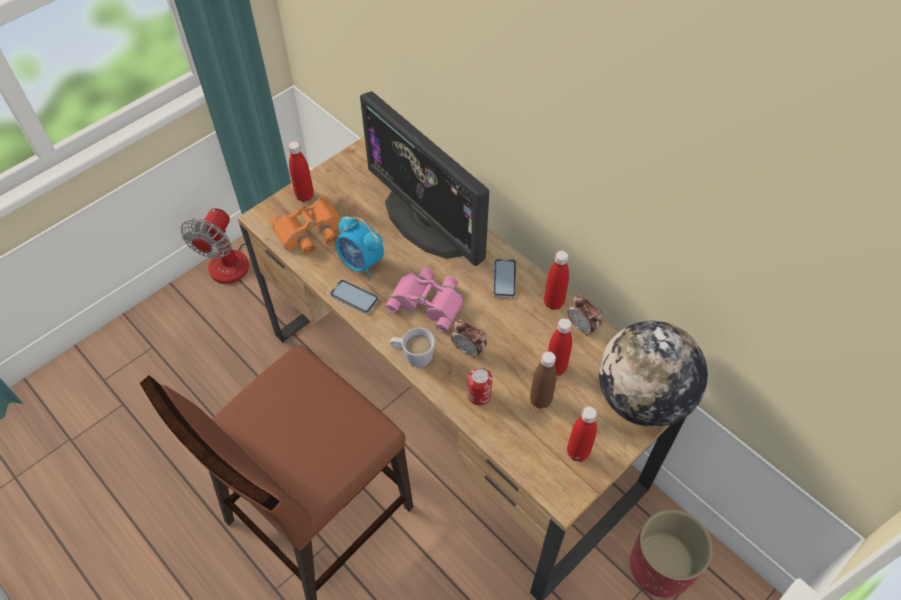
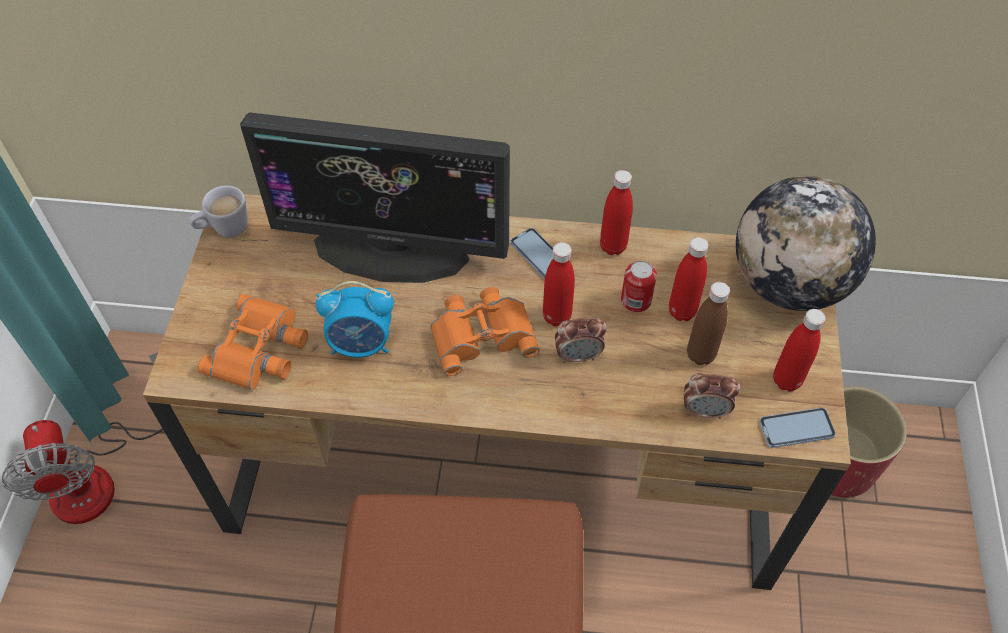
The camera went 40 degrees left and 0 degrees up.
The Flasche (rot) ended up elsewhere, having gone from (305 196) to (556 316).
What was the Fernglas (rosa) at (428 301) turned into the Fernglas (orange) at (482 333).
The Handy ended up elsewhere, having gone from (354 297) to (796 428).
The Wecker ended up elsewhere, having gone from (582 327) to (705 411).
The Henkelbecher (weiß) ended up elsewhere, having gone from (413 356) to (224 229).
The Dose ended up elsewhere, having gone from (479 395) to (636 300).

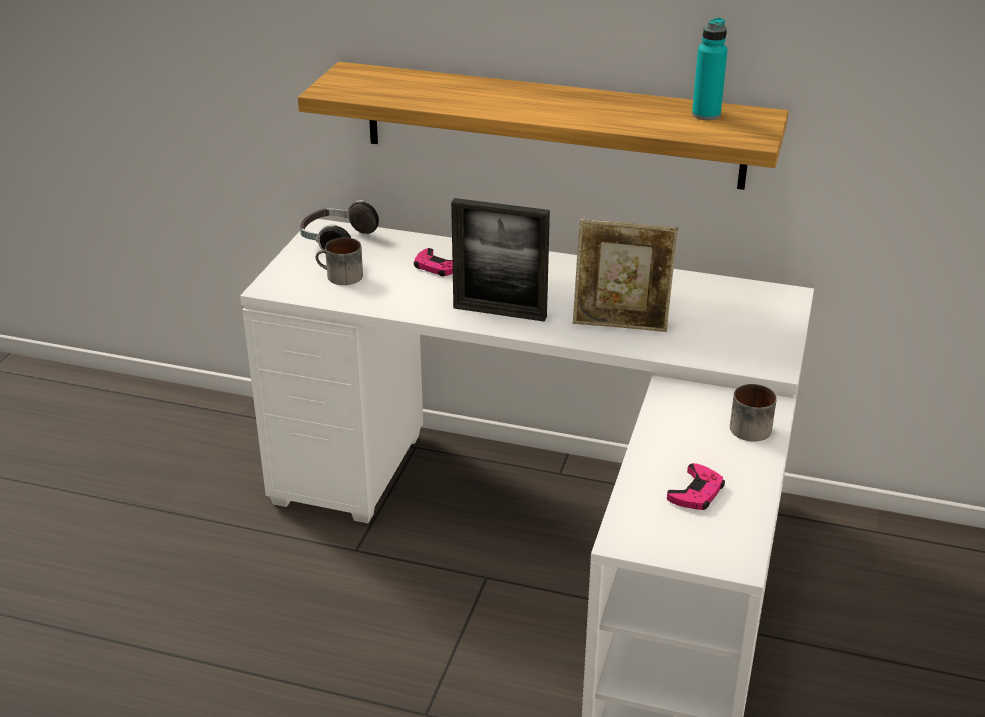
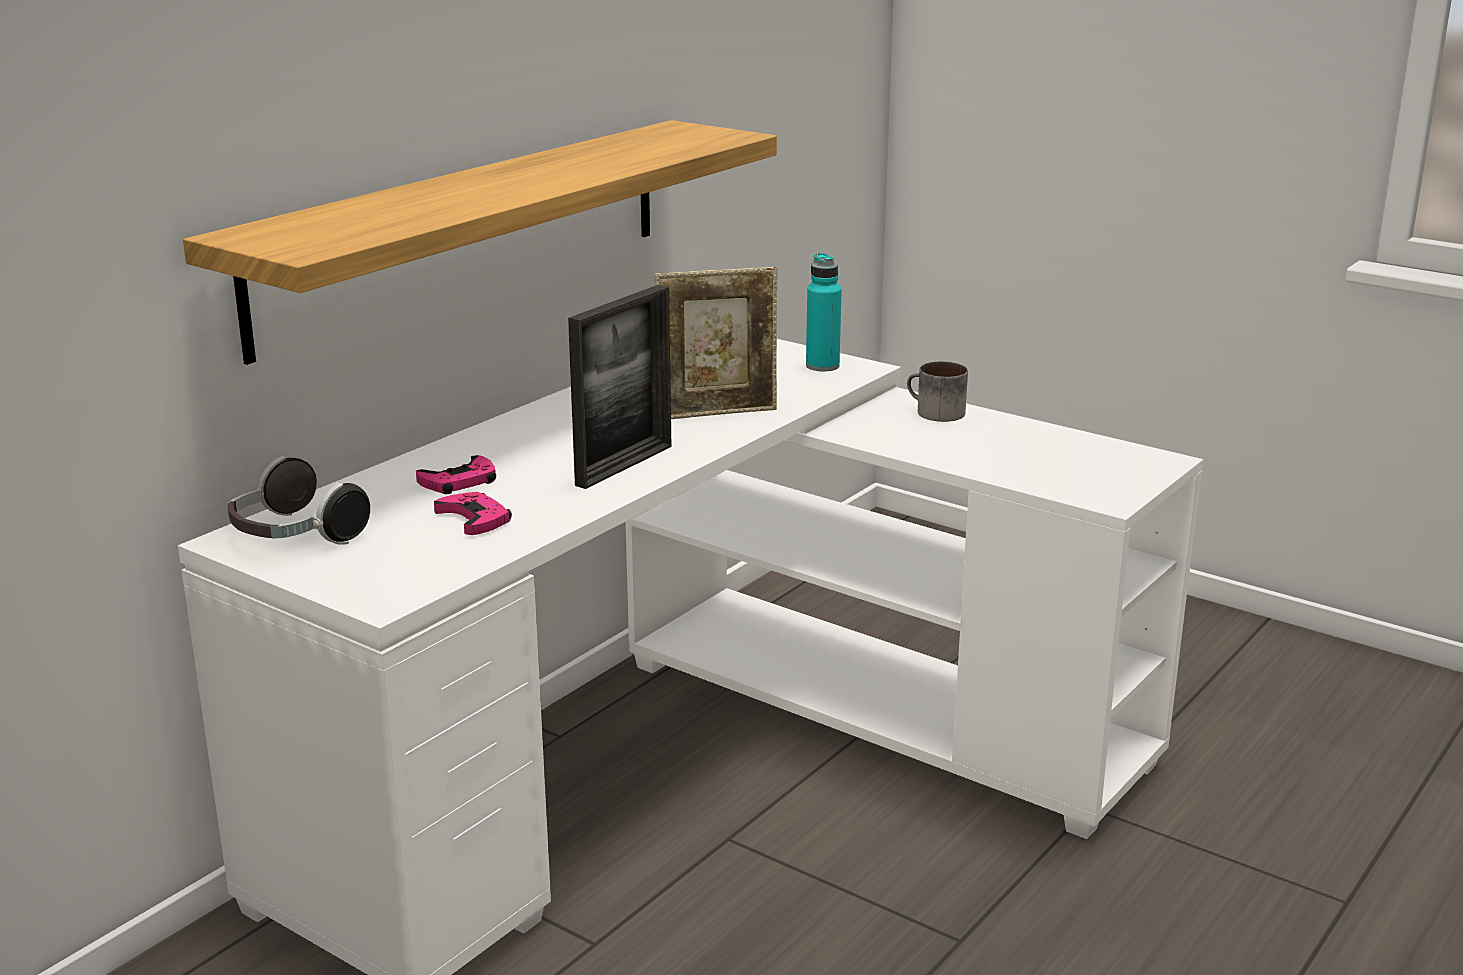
The camera went 70 degrees left and 10 degrees down.
The Flasche (türkis) ended up elsewhere, having gone from (706 115) to (822 366).
The Bilderrahmen at (621 325) ended up facing another way, 45 degrees clockwise from before.
The second view lost the Henkelbecher at (339 277).
The Gamepad (rosa) ended up elsewhere, having gone from (696 492) to (474 519).

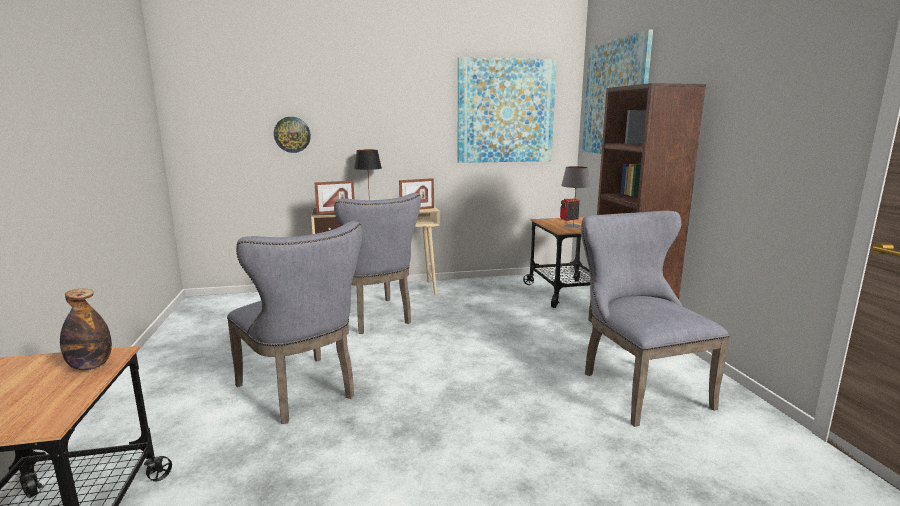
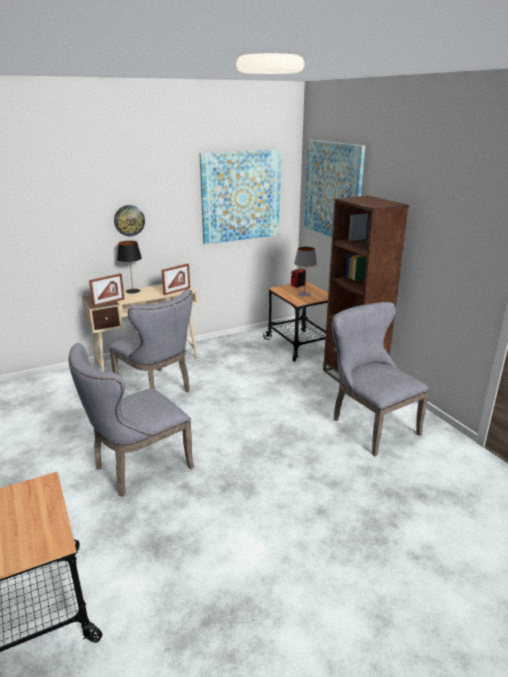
The camera went 15 degrees left and 10 degrees up.
The Wanduhr ended up elsewhere, having gone from (292 134) to (129 220).
The Stuhl (grau) at (302 392) ended up facing another way, 105 degrees clockwise from before.
The second view lost the Flasche at (90 366).

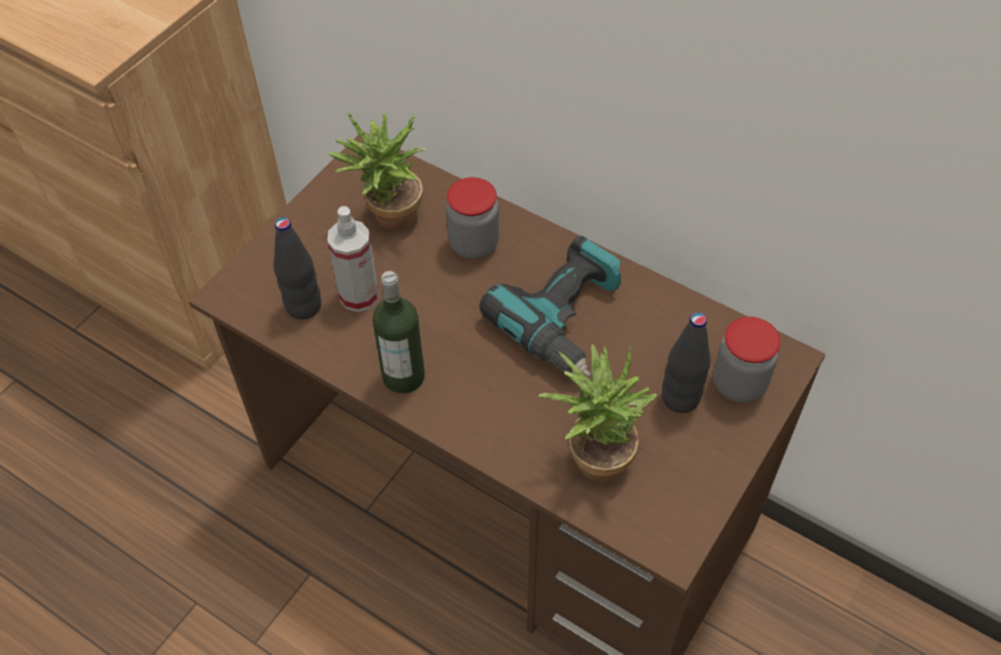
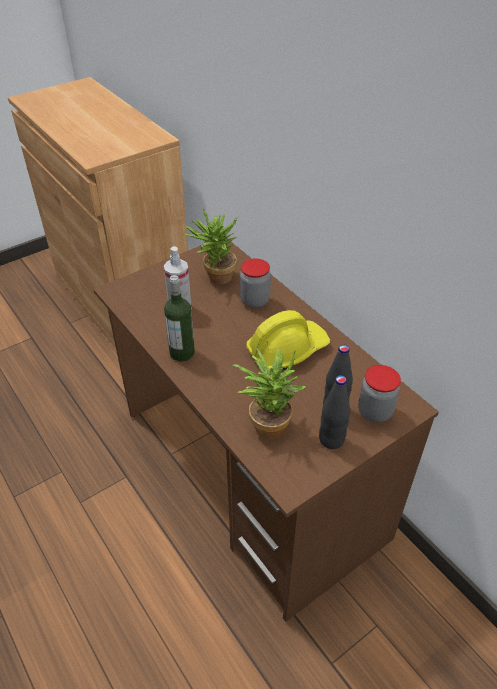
The camera went 20 degrees right and 10 degrees down.
The Flasche (schwarz) ended up elsewhere, having gone from (303 306) to (331 440).
Where the Bohrmaschine stood at (566 319), the Schutzhelm (gelb) came to stand at (287 350).

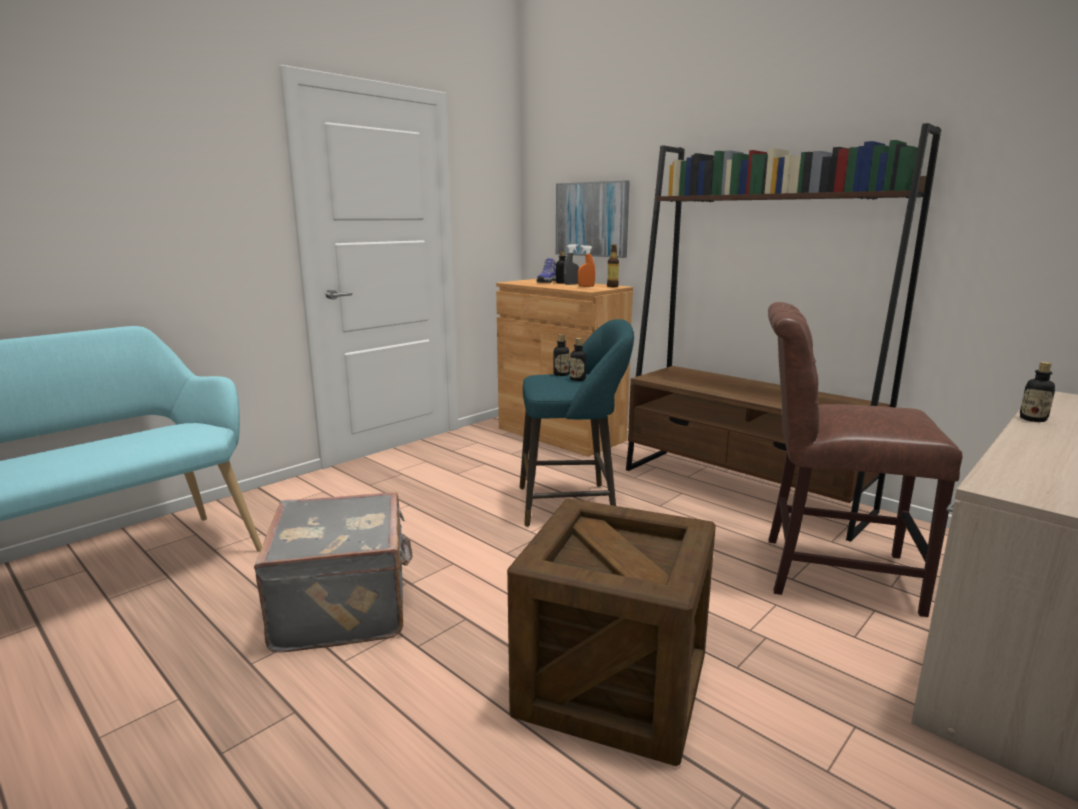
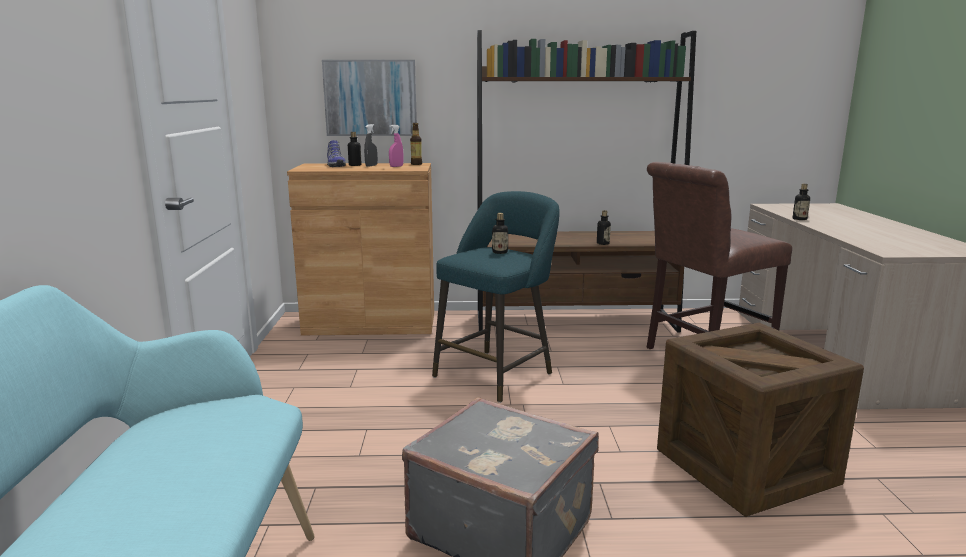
The camera went 45 degrees left and 0 degrees up.
What was the Sprühflasche (orange) at (586 286) turned into the Sprühflasche (rosa) at (396 166).
The Flasche ended up elsewhere, having gone from (561 374) to (603 243).

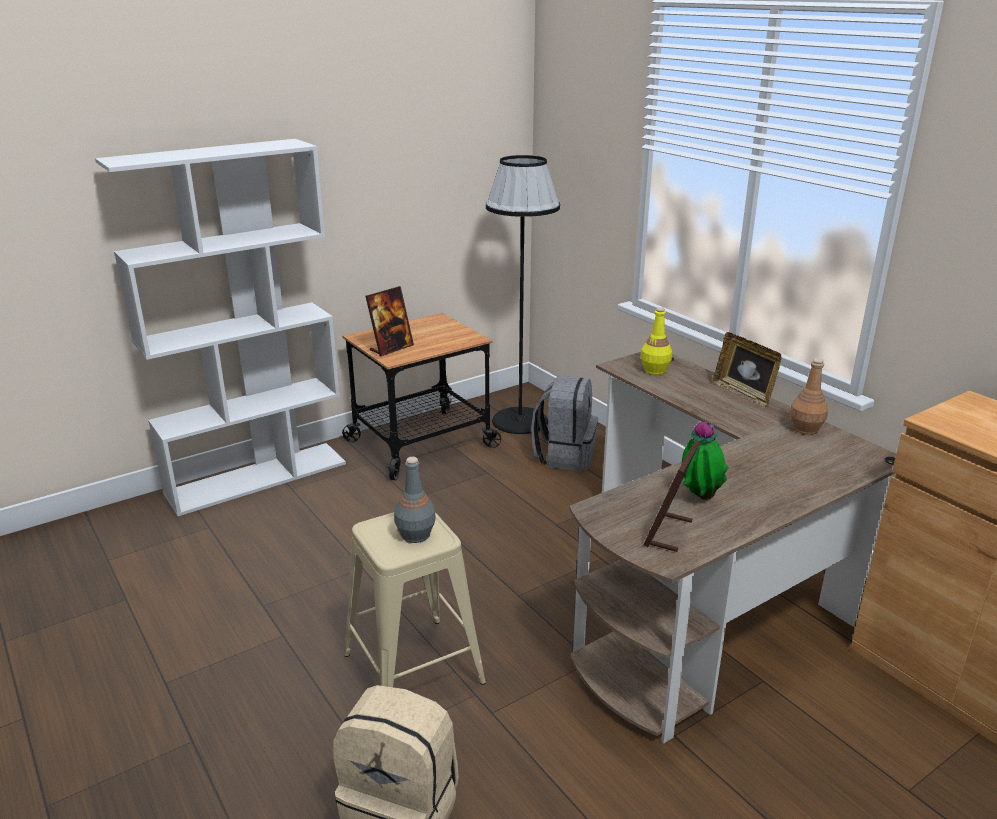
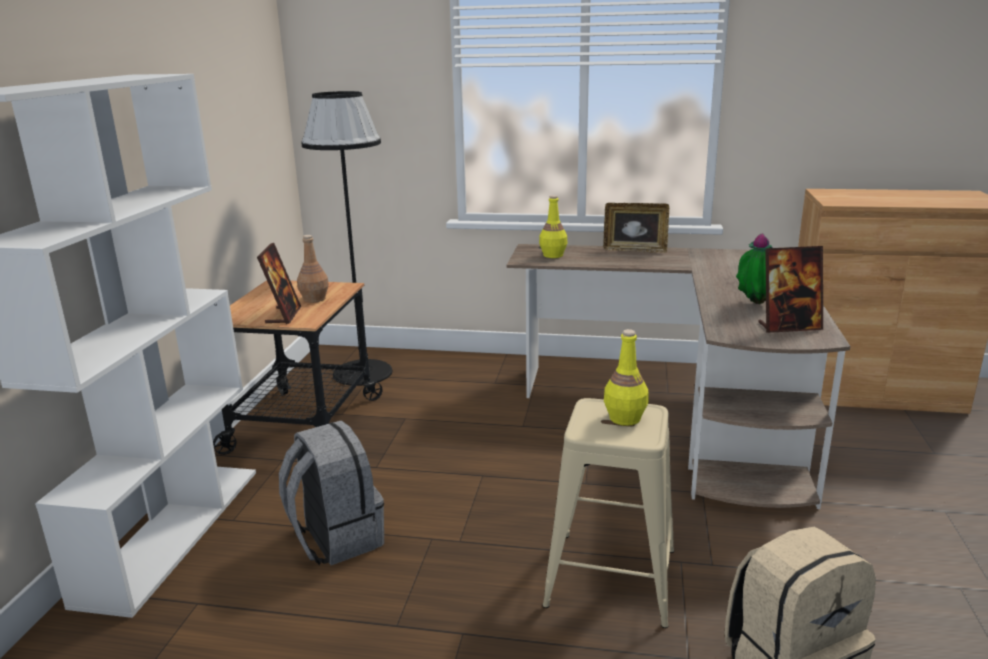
The camera went 45 degrees left and 5 degrees down.
The Flasche (braun) ended up elsewhere, having gone from (805 429) to (314 299).
The Rucksack (grau) ended up elsewhere, having gone from (565 455) to (335 538).
The Bilderrahmen at (668 533) ended up facing another way, 75 degrees counterclockwise from before.
What was the Flasche (grau) at (415 535) turned into the Flasche (gelb) at (624 418).

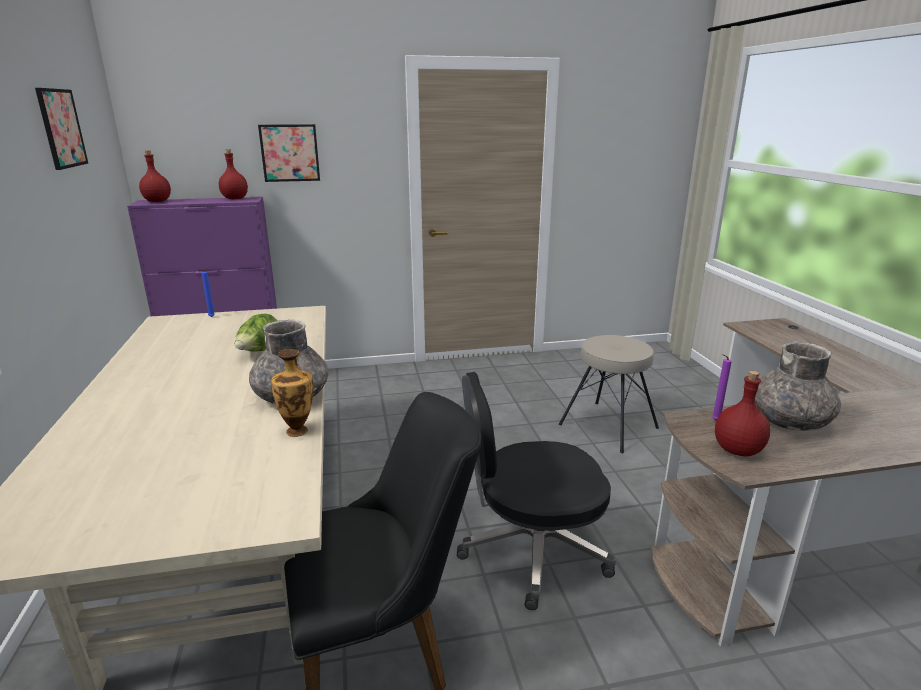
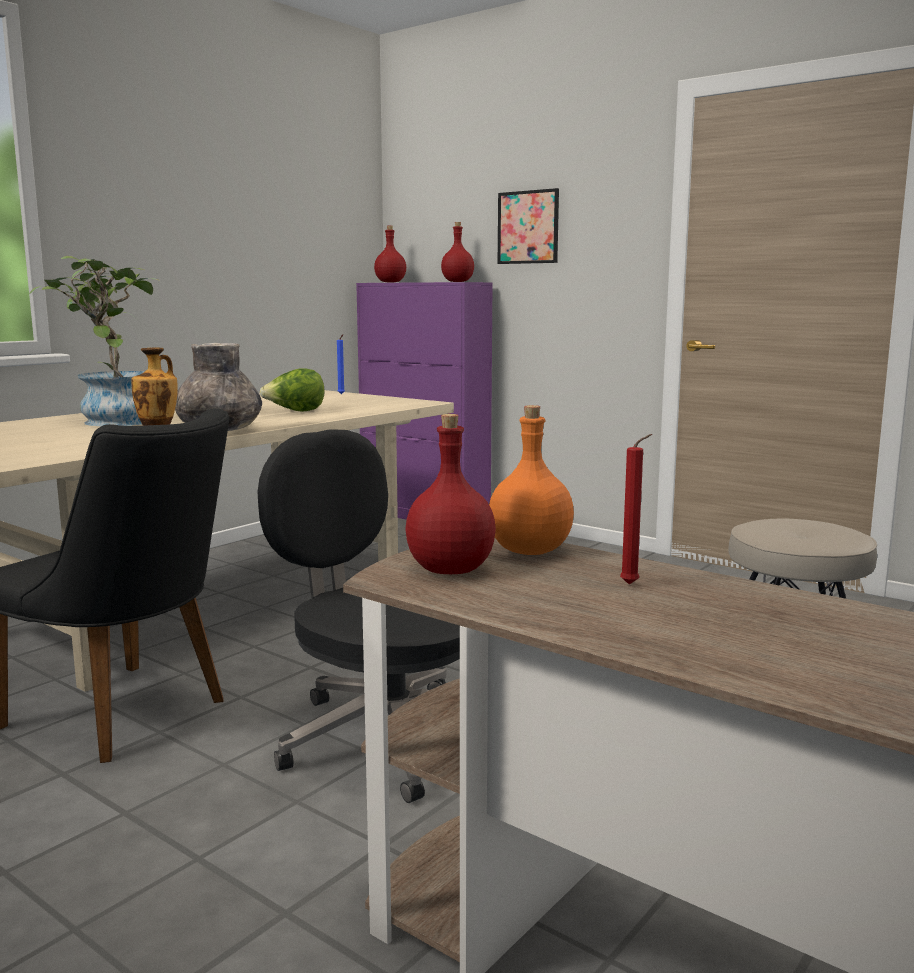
The camera went 50 degrees right and 10 degrees down.
The second view lost the Bild at (61 128).
Where the Vase (grau) stood at (789 422), the Kerze (rot) came to stand at (632 585).
Where the Kerze (lila) stood at (714 420), the Flasche (orange) came to stand at (529 551).
The second view gained the Topfpflanze at (111 420).

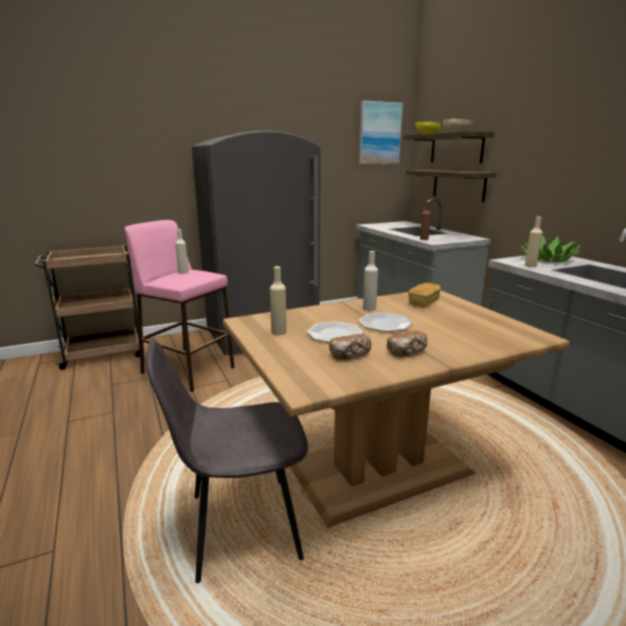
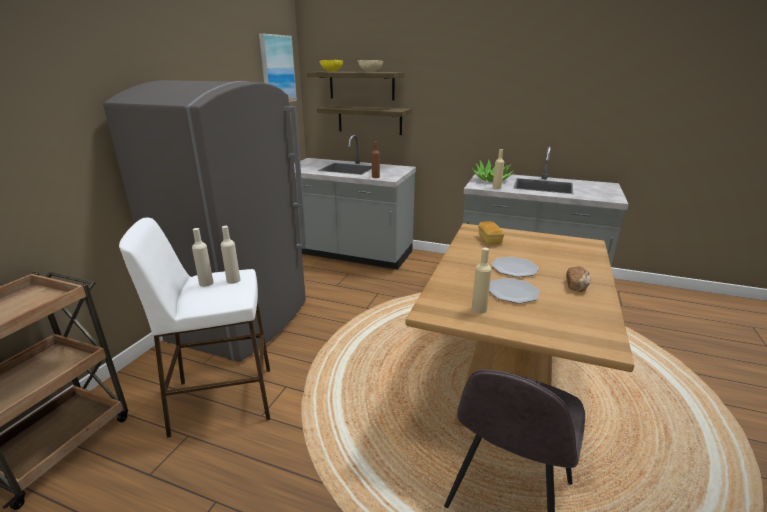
The camera went 45 degrees left and 5 degrees up.
What was the Hocker (rosa) at (187 370) turned into the Hocker (weiß) at (222 400).
The Flasche (beige) ended up elsewhere, having gone from (369 308) to (233 280).
The second view lost the Brot at (350 356).

